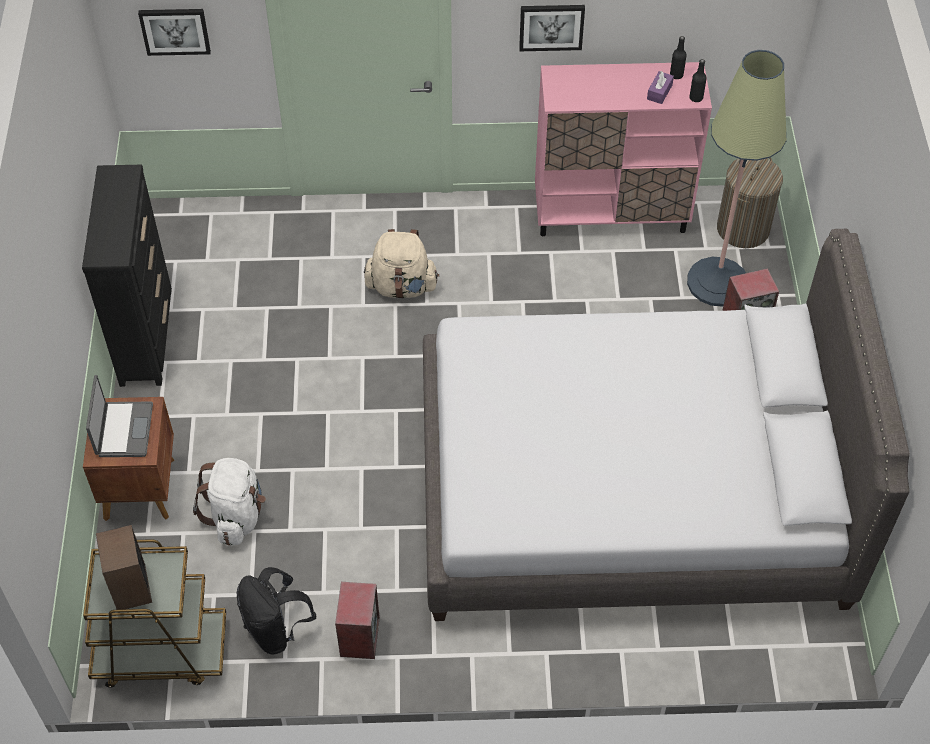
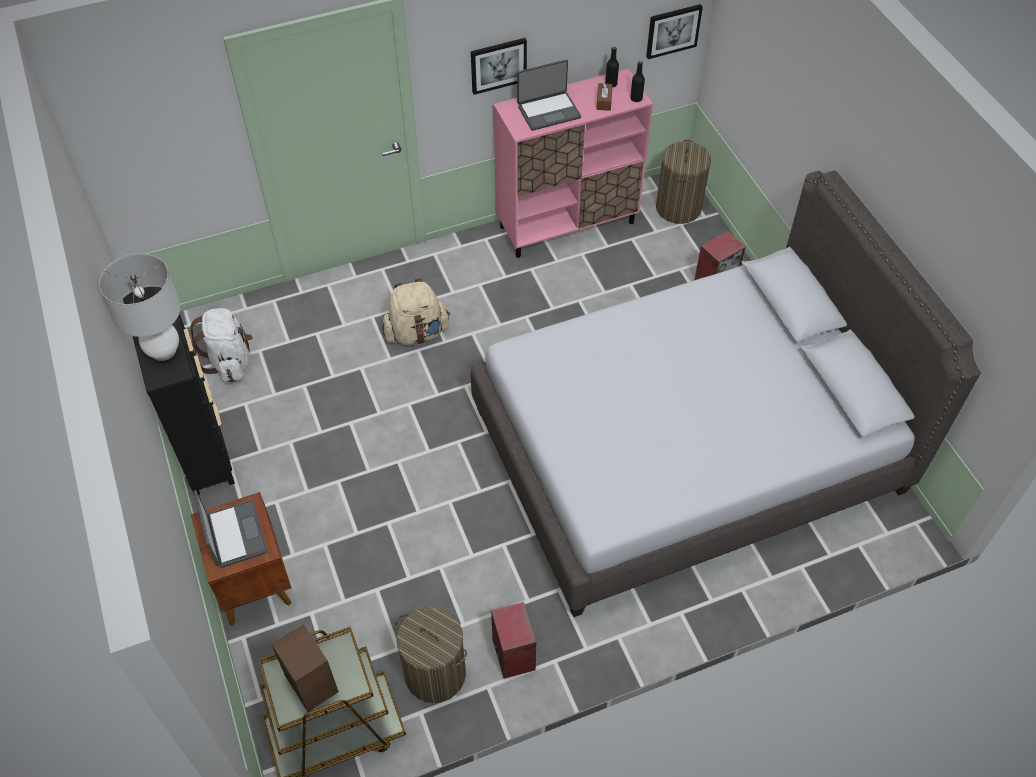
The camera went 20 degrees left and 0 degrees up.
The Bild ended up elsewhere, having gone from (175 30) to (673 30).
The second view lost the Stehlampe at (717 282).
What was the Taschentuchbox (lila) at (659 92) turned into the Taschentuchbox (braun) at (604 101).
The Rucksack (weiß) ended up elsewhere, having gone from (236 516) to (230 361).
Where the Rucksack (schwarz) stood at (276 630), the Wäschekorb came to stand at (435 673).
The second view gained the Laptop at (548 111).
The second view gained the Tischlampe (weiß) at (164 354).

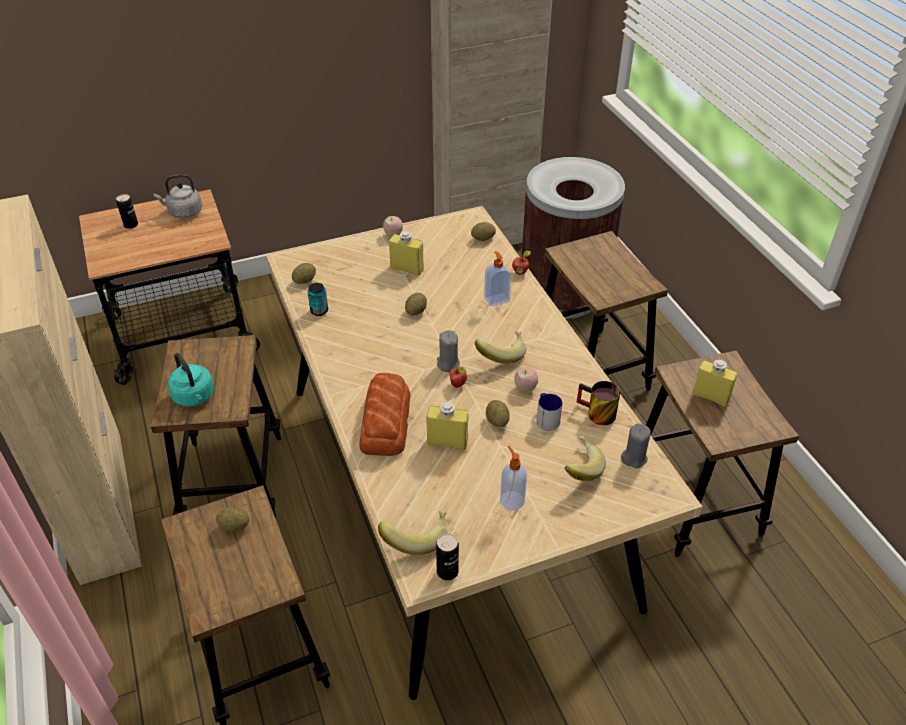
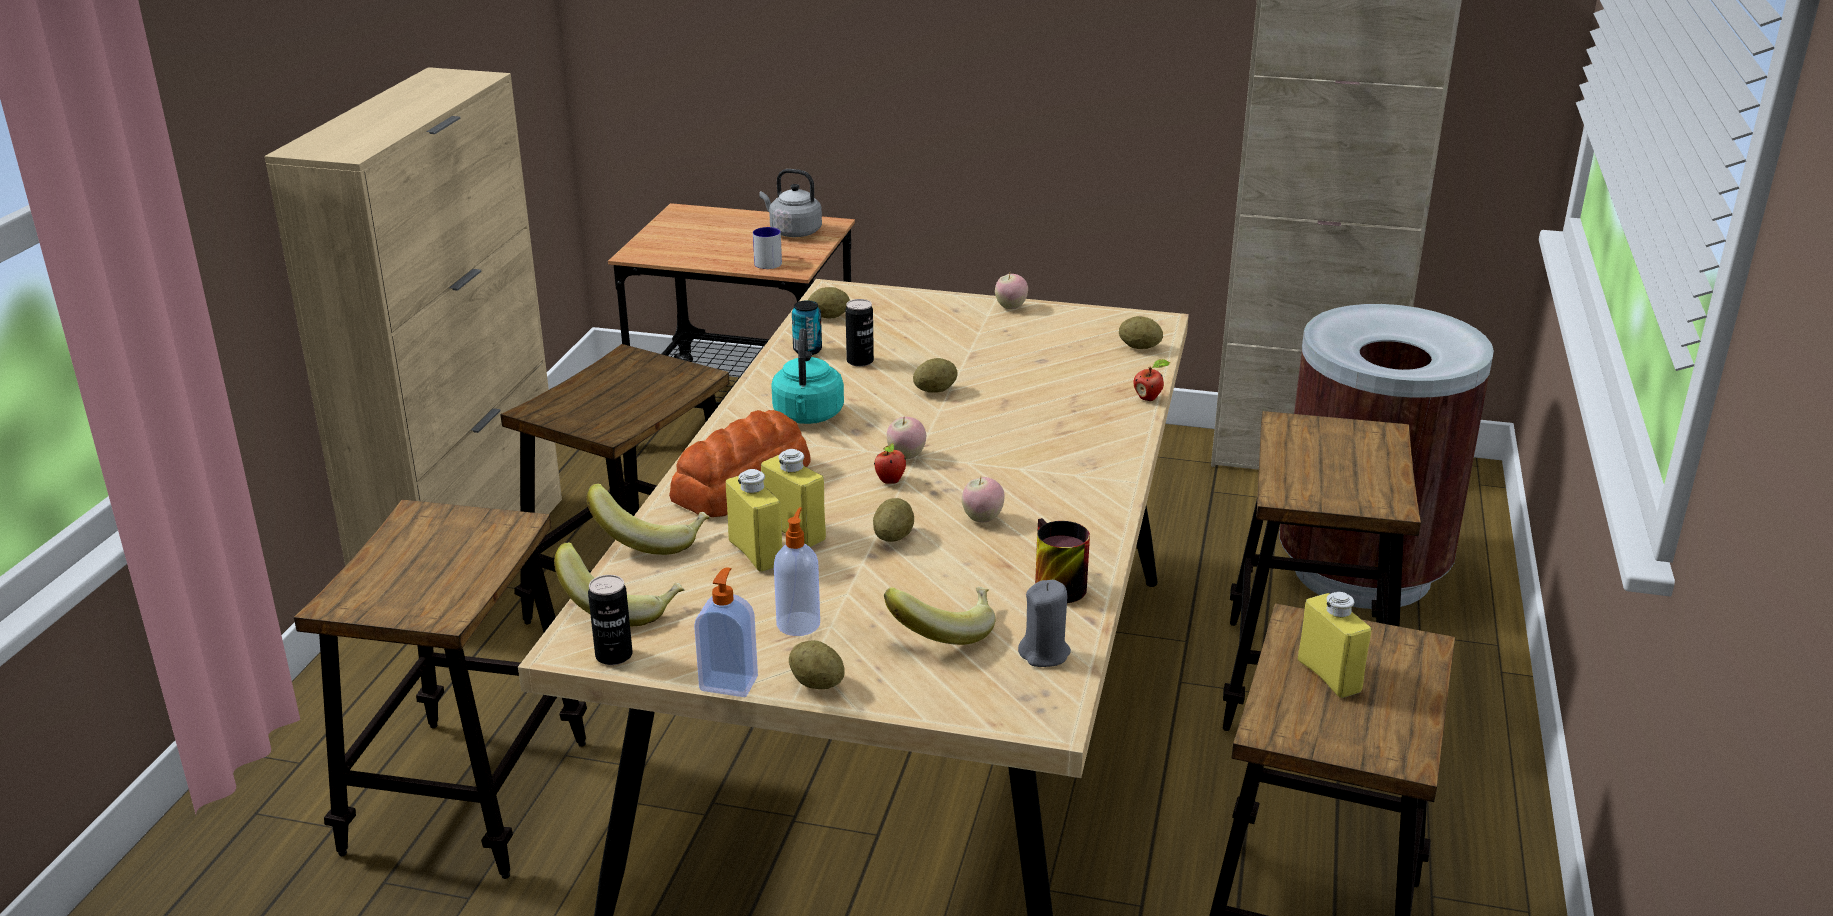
The camera went 35 degrees right and 15 degrees down.
The Dose ended up elsewhere, having gone from (131 225) to (860 361).
The Flasche (gelb) ended up elsewhere, having gone from (407 269) to (756 553).
The Seifenspender ended up elsewhere, having gone from (496 299) to (729 683).
Where the Kerze (grau) stood at (448 363), the Apfel came to stand at (906 456).
The Banane ended up elsewhere, having gone from (501 354) to (651 539).
The Wasserkessel (türkis) ended up elsewhere, having gone from (194 397) to (808 416).
The Henkelbecher ended up elsewhere, having gone from (546 418) to (770 261).
The Kartoffel ended up elsewhere, having gone from (234 526) to (817 683).

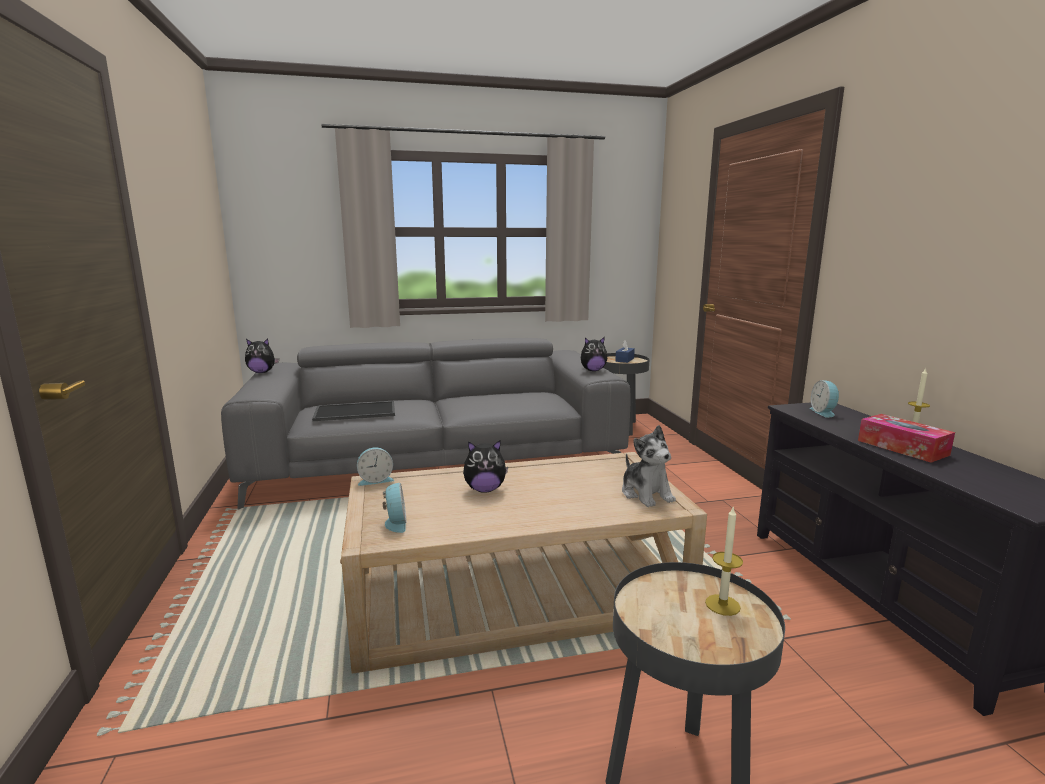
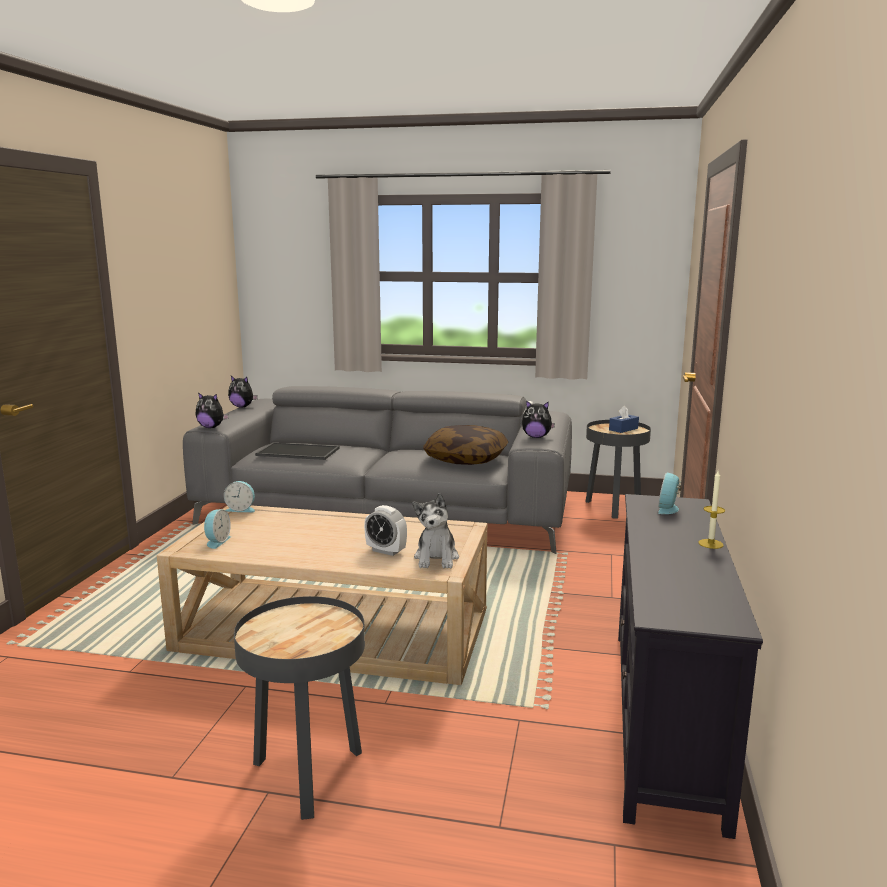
The camera went 25 degrees right and 0 degrees up.
The second view lost the Taschentuchbox at (902 447).
The Plüschtier ended up elsewhere, having gone from (485 489) to (211 427).
The second view lost the Kerze at (722 605).
The second view gained the Kissen at (466 459).
The second view gained the Wecker at (386 551).

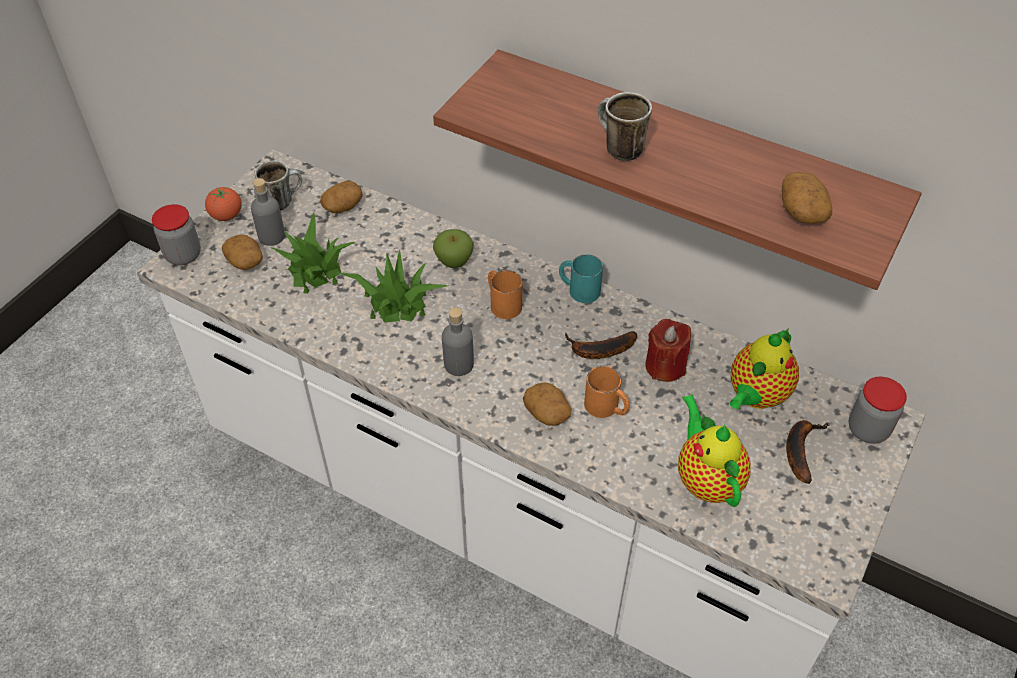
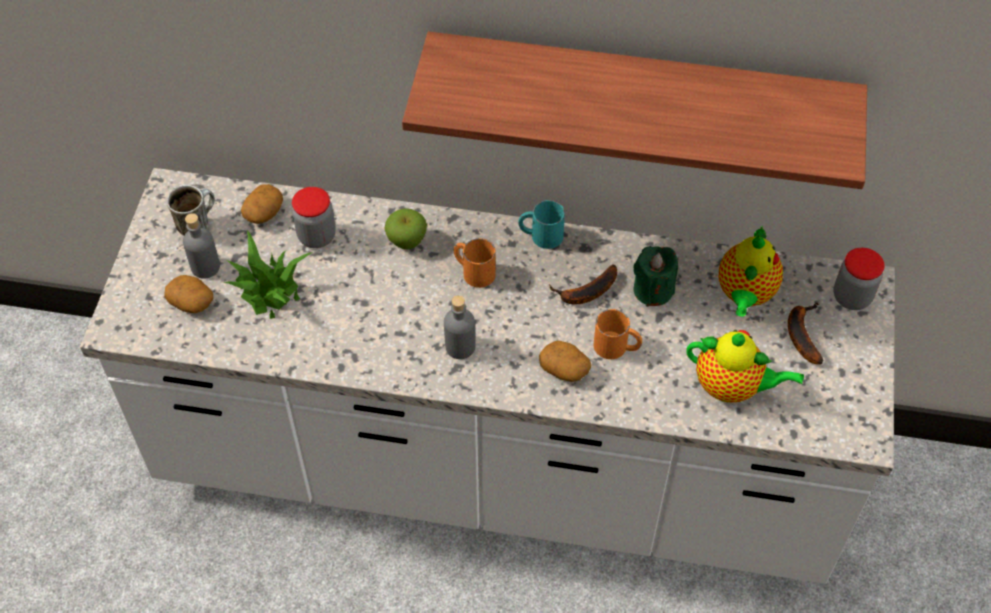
The camera went 20 degrees left and 5 degrees up.
The second view lost the Henkelbecher at (617 148).
The second view lost the Kartoffel at (801 211).
The second view lost the Tomate at (226 216).
The Vorratsglas ended up elsewhere, having gone from (183 255) to (316 236).
The second view lost the Topfpflanze at (396 302).
What was the Kerze (rot) at (665 366) turned into the Kerze (grün) at (653 290).
The Teekanne at (706 479) ended up facing another way, 150 degrees clockwise from before.

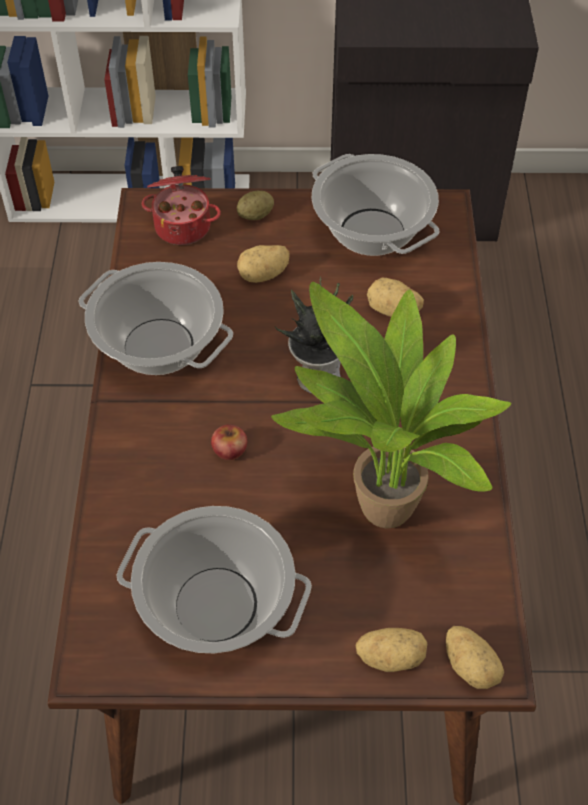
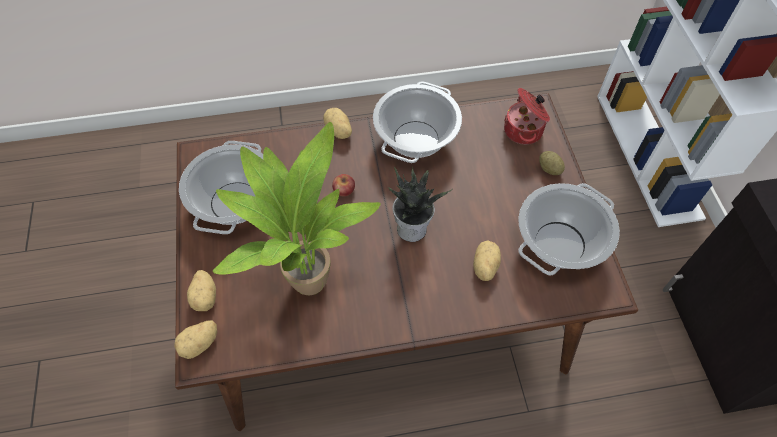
The camera went 80 degrees right and 5 degrees up.
The Kartoffel ended up elsewhere, having gone from (264 275) to (338 131).

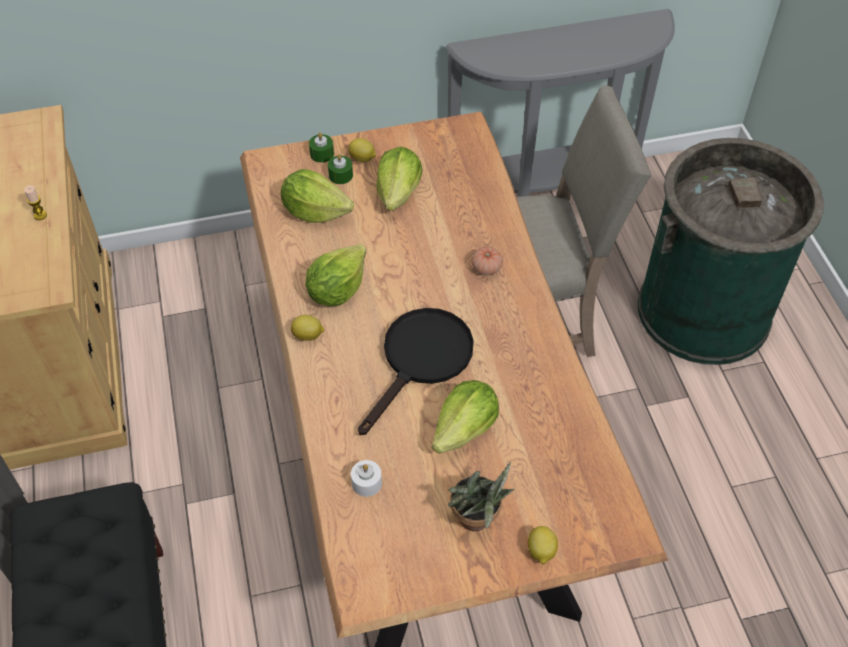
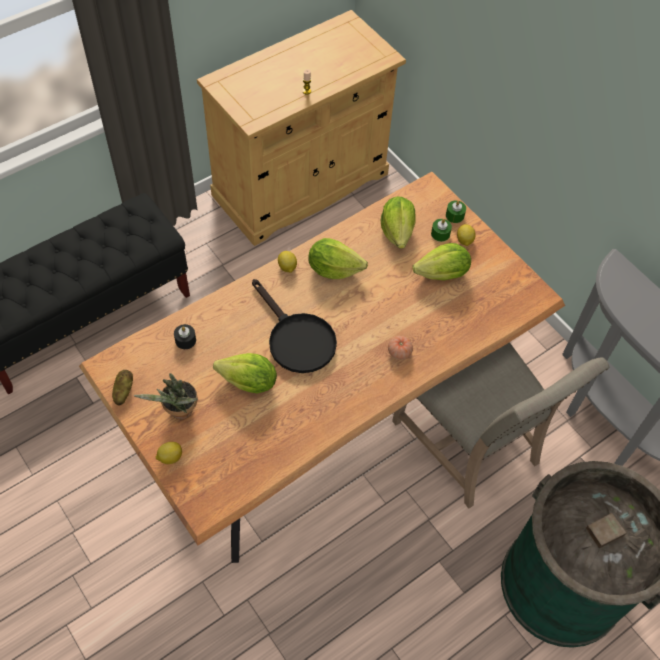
The camera went 65 degrees right and 5 degrees up.
The Pfanne (schwarz) at (421 360) ended up facing another way, 45 degrees clockwise from before.
What was the Kerze (weiß) at (366 483) turned into the Kerze (schwarz) at (185 340).
The second view gained the Kartoffel at (123 391).

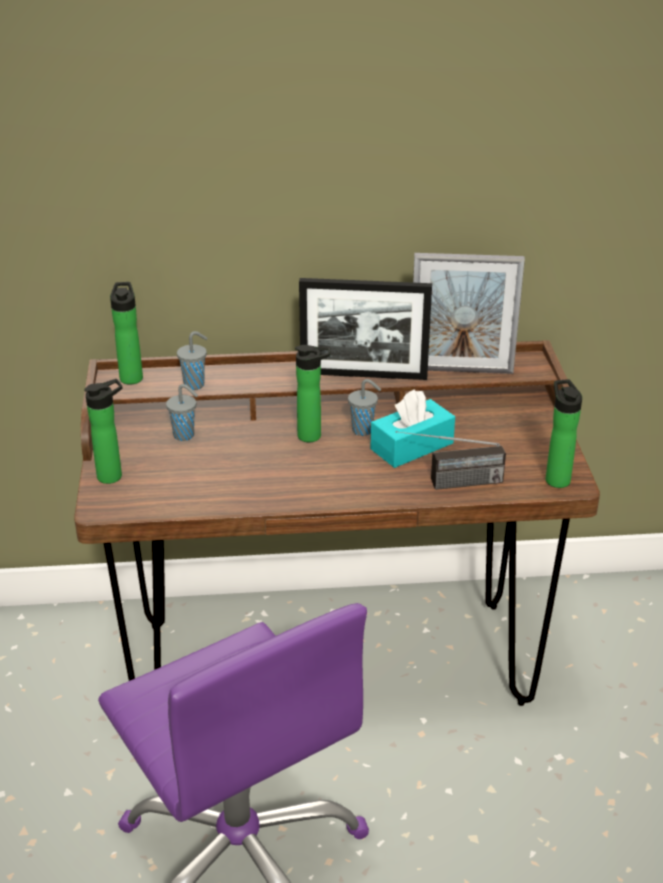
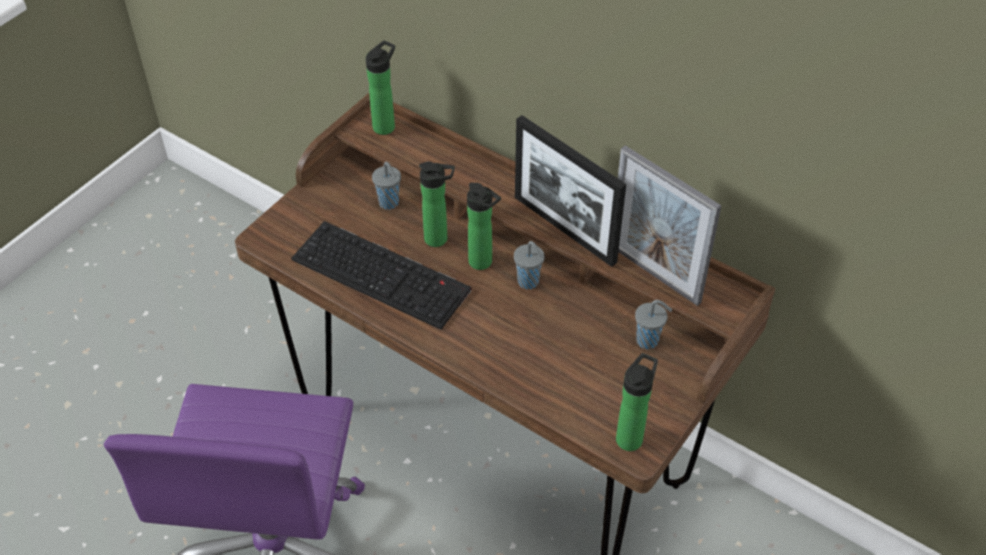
The camera went 40 degrees right and 15 degrees up.
The Tasse (grau) ended up elsewhere, having gone from (195 384) to (648 341).
The Flasche ended up elsewhere, having gone from (113 475) to (439 239).
The second view lost the Taschentuchbox (türkis) at (412 446).
The second view lost the Radio at (448 484).
The second view gained the Tastatur at (384 274).

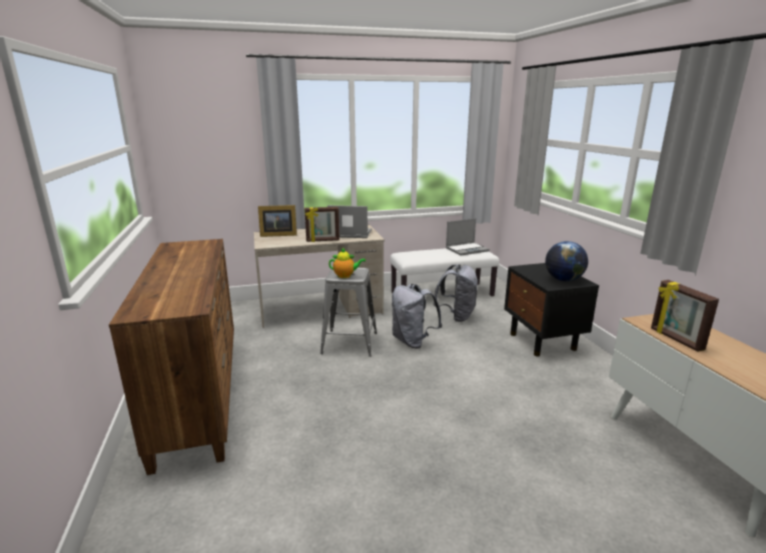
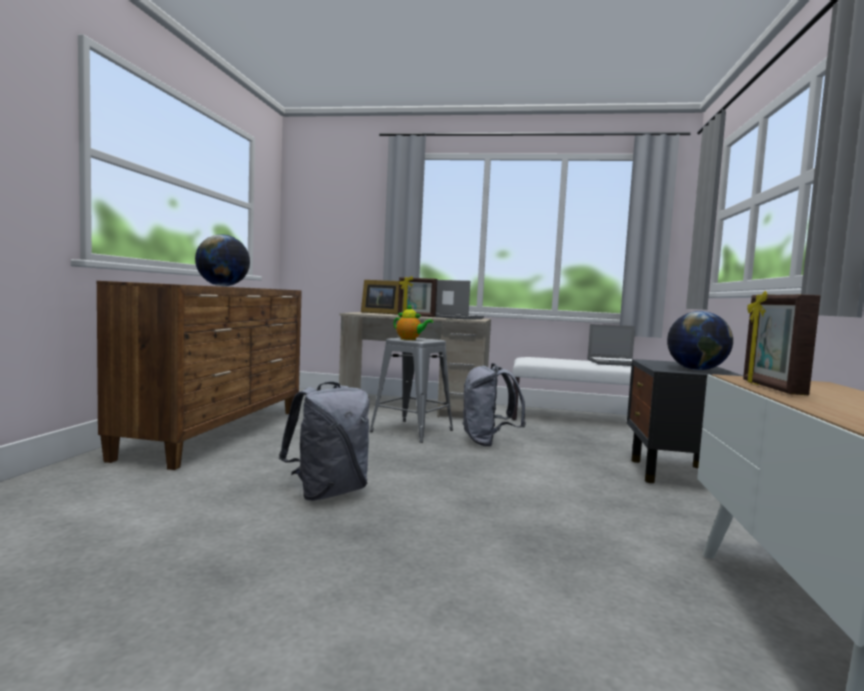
The camera went 25 degrees right and 15 degrees down.
The Rucksack (grau) ended up elsewhere, having gone from (456 316) to (328 492).
The second view gained the Globus at (222 286).

